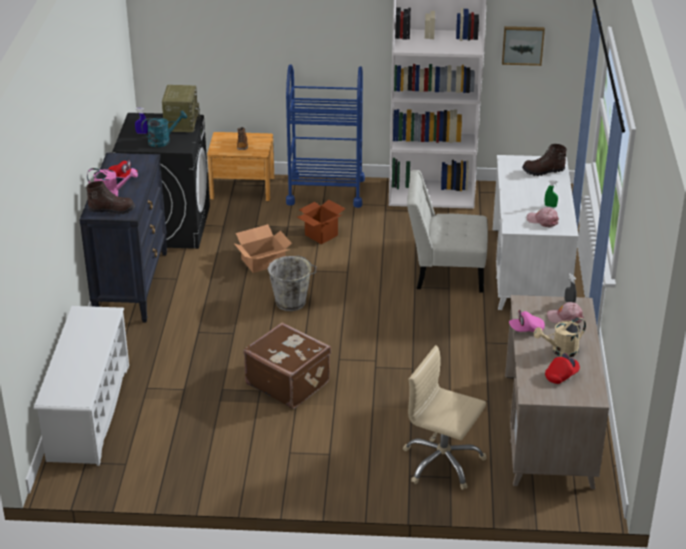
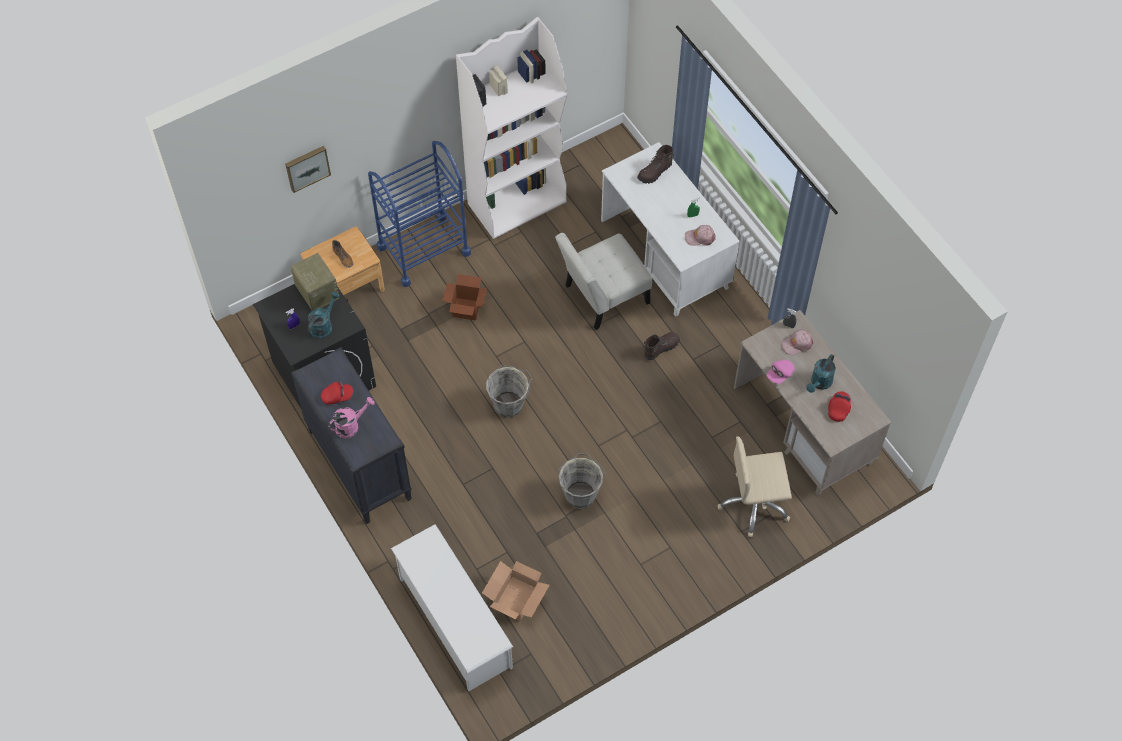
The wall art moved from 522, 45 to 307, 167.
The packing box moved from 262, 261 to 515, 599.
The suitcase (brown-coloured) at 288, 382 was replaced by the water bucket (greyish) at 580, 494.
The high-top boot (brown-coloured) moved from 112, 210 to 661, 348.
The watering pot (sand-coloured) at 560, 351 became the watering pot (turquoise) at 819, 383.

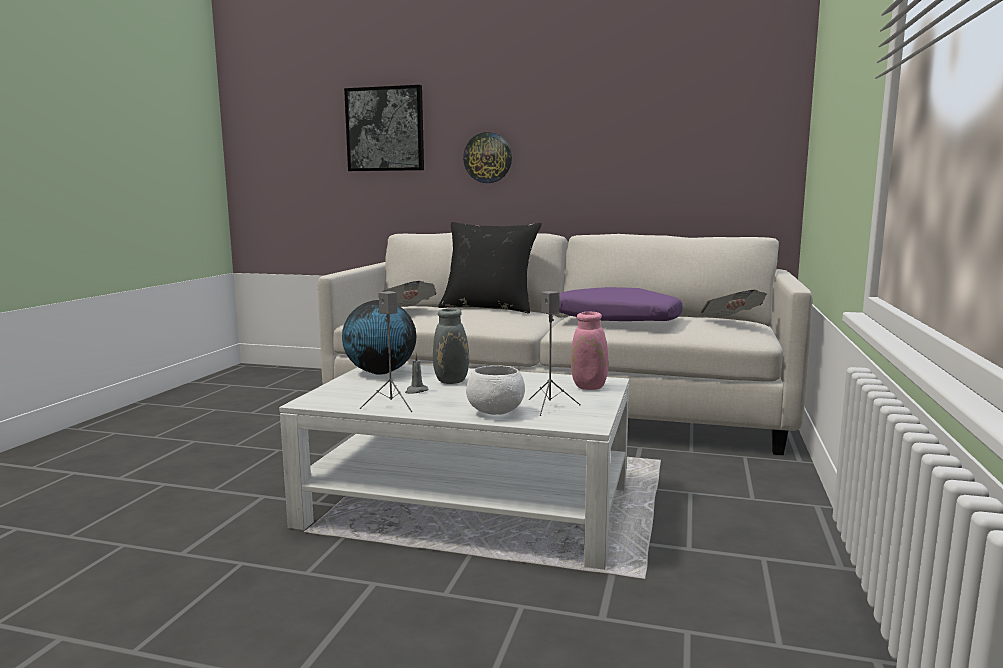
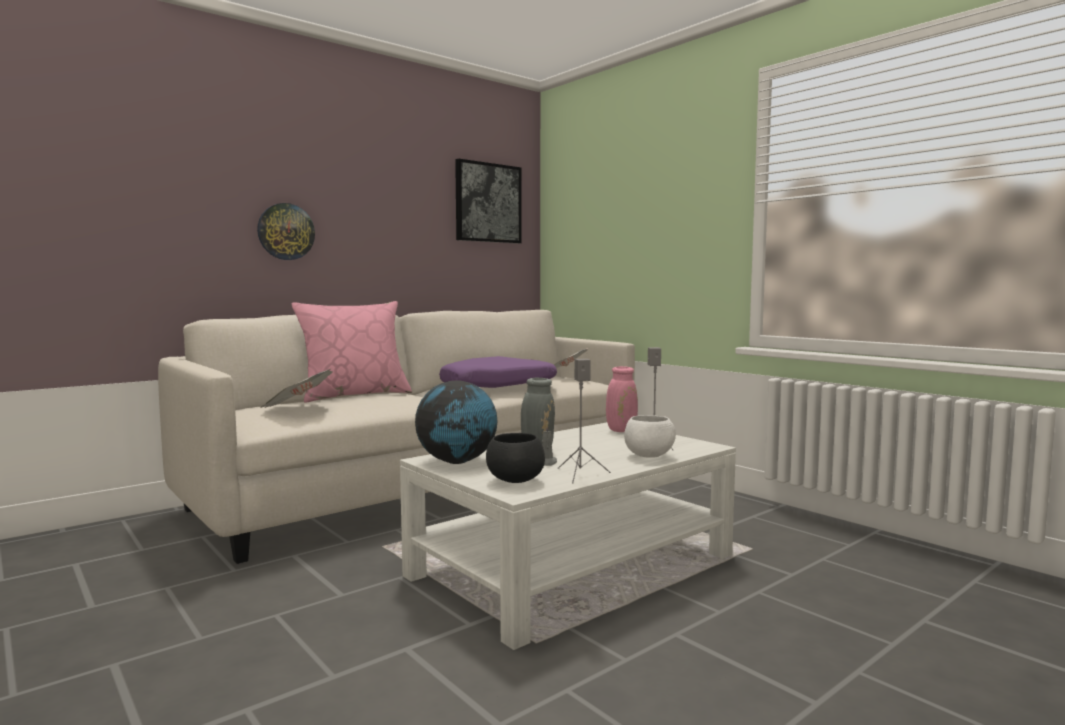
The cushion (black) at 489, 308 became the cushion (pinkish) at 354, 395.
The wall art moved from 385, 129 to 488, 203.
The bowl (black) at 515, 481 appeared.

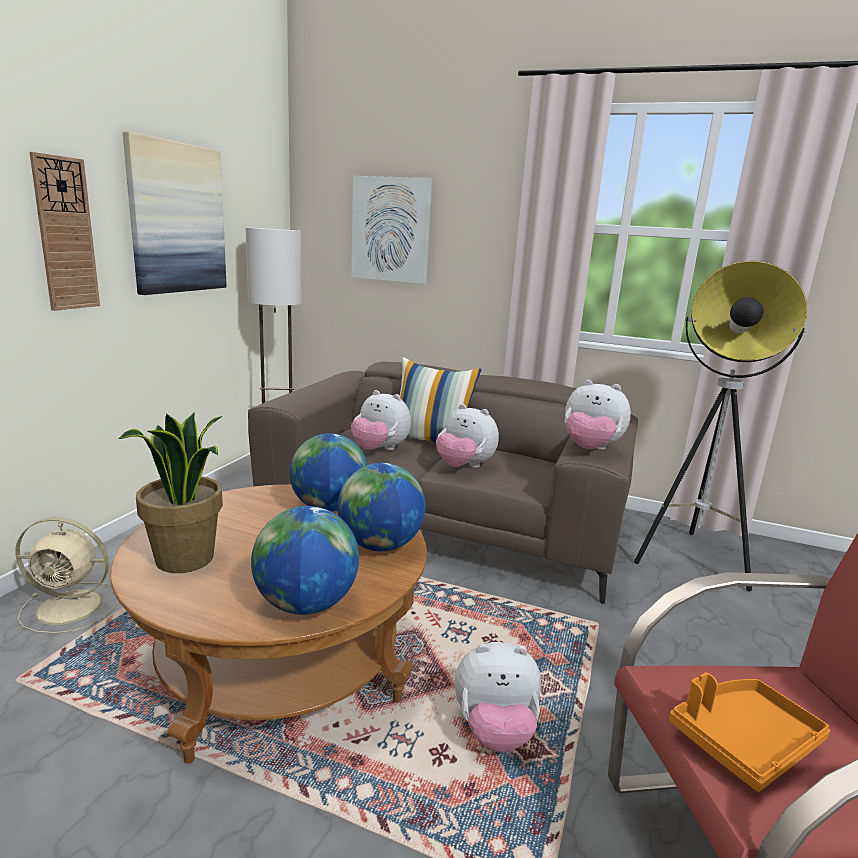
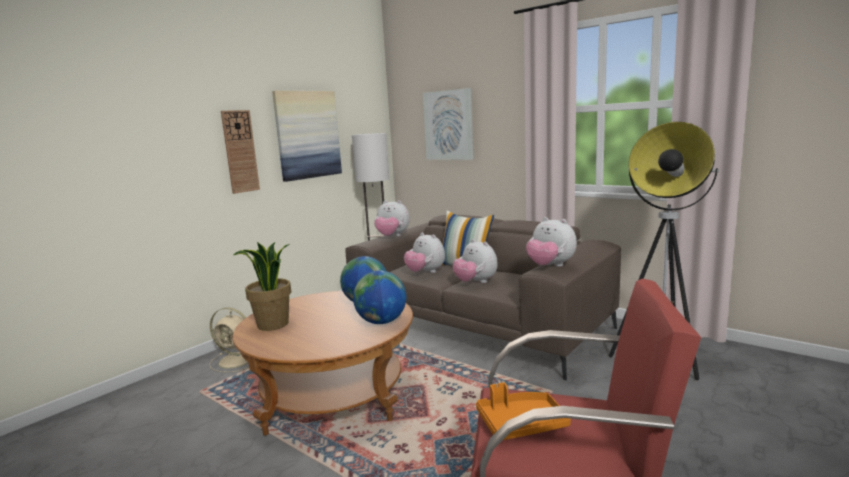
The soft toy moved from 494, 730 to 392, 236.
The desk globe at 306, 604 disappeared.

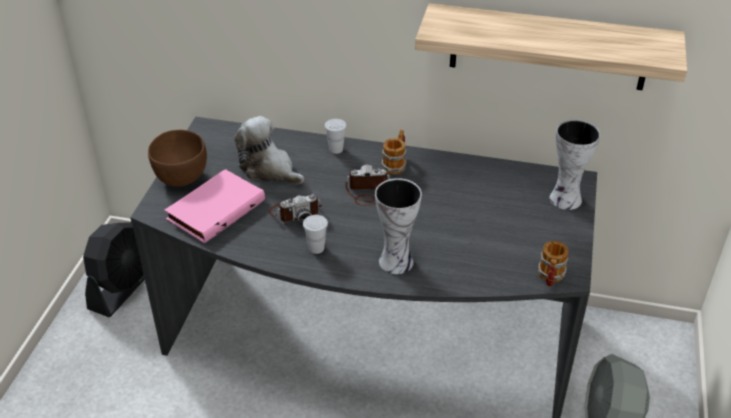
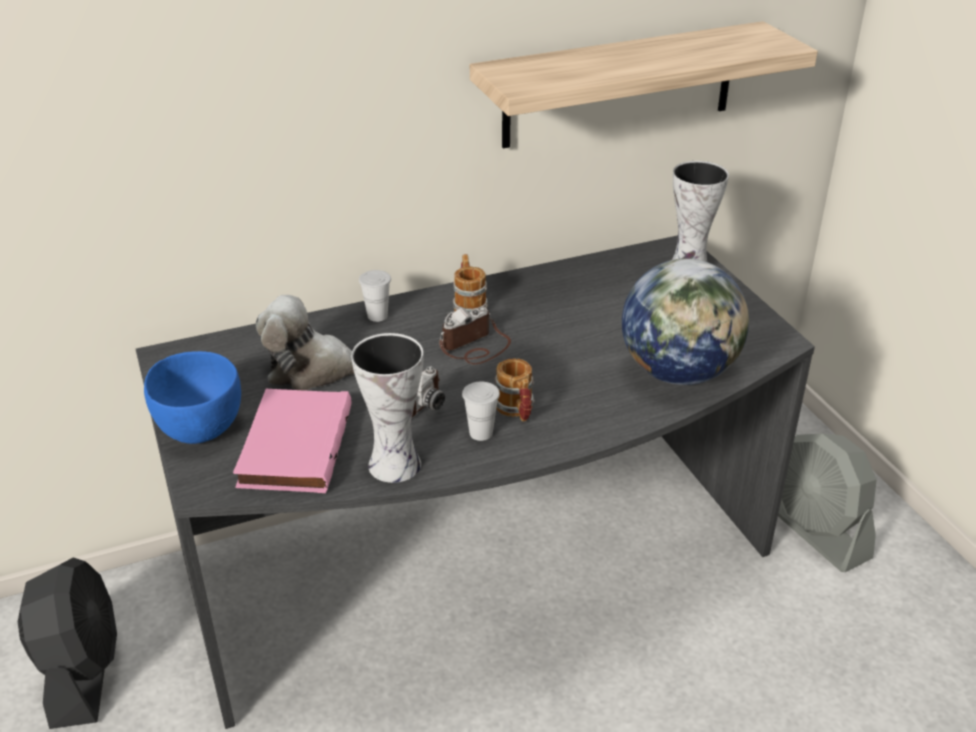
The bowl (brown-coloured) at 181, 177 became the bowl (blue) at 200, 428.
The vase moved from 396, 260 to 393, 463.
The coffee mug moved from 550, 277 to 516, 410.
The desk globe at 678, 372 appeared.

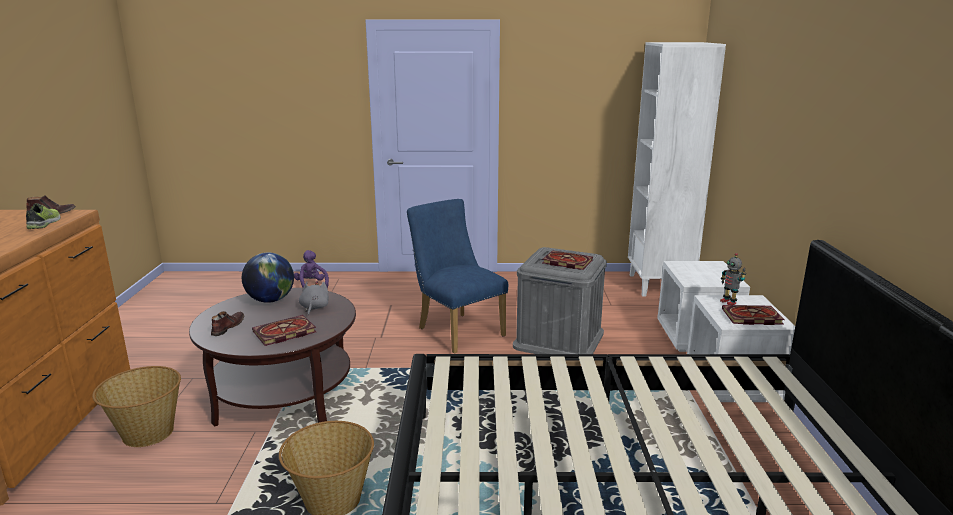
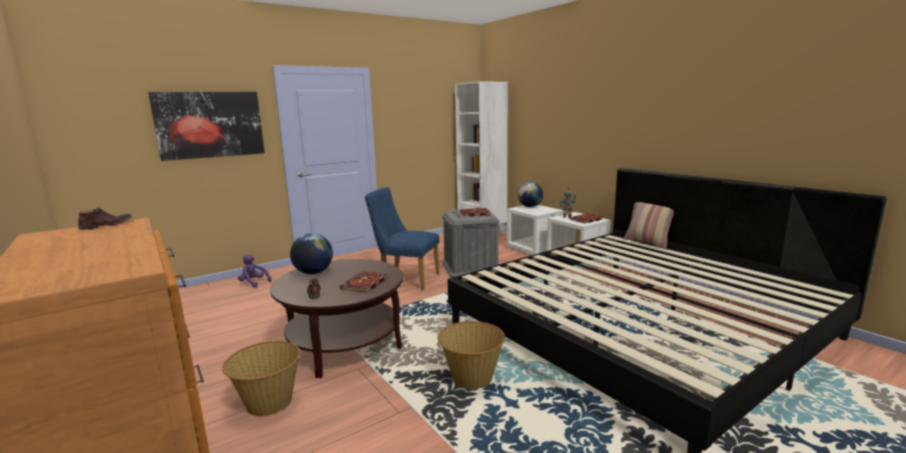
The wall art at 210, 124 appeared.
The desk globe at 530, 206 appeared.
The cushion at 647, 243 appeared.
The item of footwear at 45, 223 disappeared.
The soft toy (greyish) at 314, 308 disappeared.

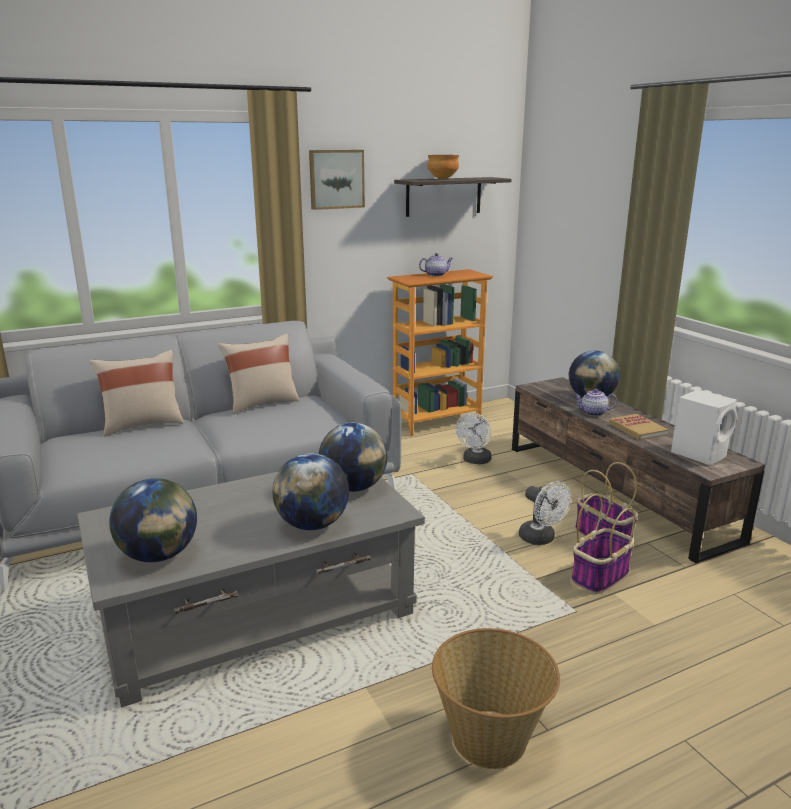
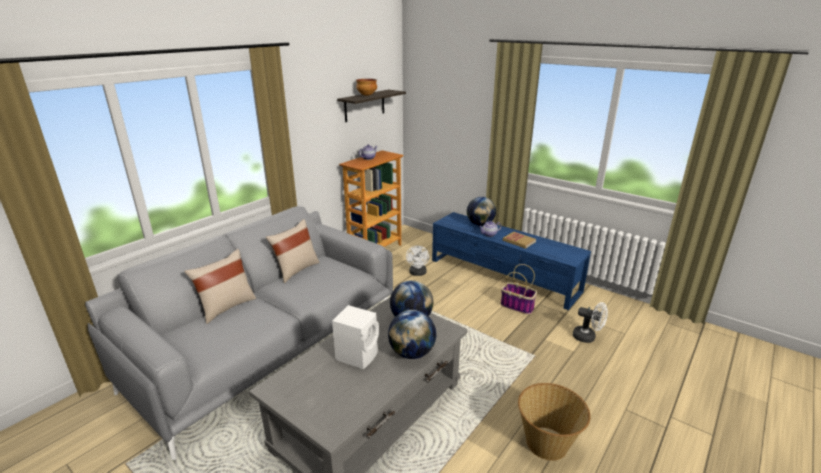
The speaker (white-coloured) moved from 700, 453 to 358, 355.
The tv stand (brown-coloured) at 615, 491 became the tv stand (blue) at 503, 276.
The cooling fan (white-coloured) moved from 541, 539 to 587, 337.
The desk globe at 159, 555 disappeared.
The wall art at 336, 179 disappeared.
The basket at 600, 576 disappeared.

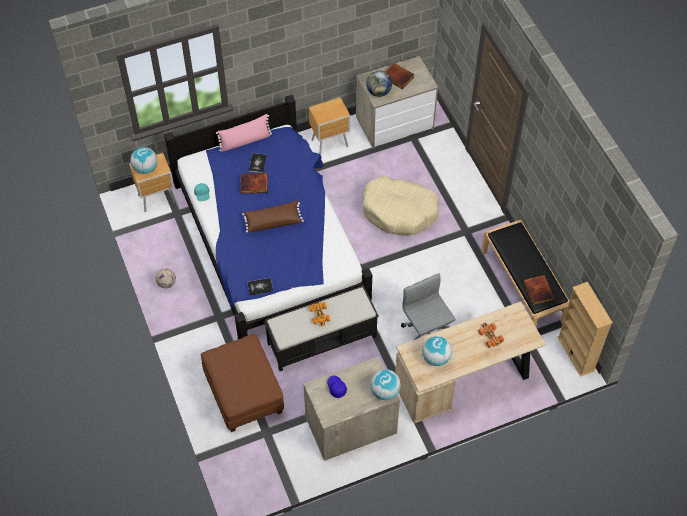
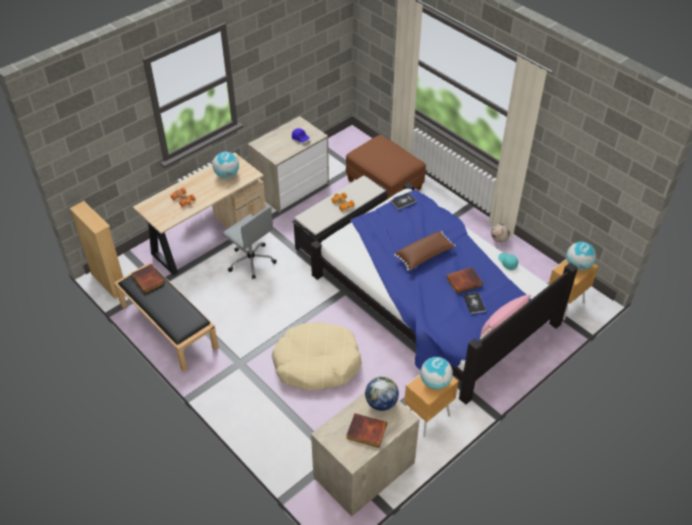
The desk globe moved from 384, 391 to 435, 382.

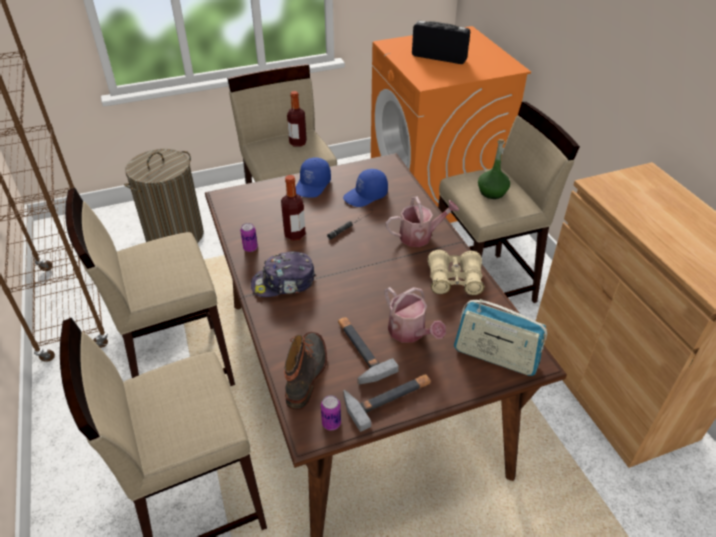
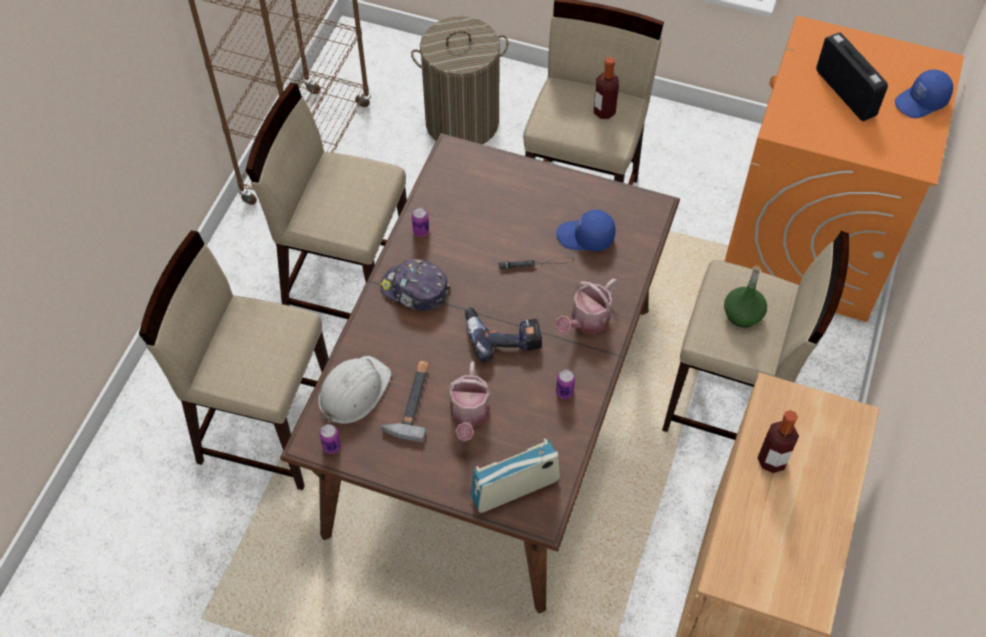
The high-top boot at 307, 373 was replaced by the safety helmet (white-coloured) at 353, 391.
The drill at 503, 336 appeared.
The radio set at 495, 356 turned 90 degrees clockwise.
The watering pot at 420, 236 turned 105 degrees clockwise.
The pair of binoculars (sand-coloured) at 454, 280 was replaced by the can at 564, 392.
The bottle moved from 294, 234 to 772, 460.
The cap (blue) moved from 313, 185 to 921, 102.
The tool hammer at 388, 397 disappeared.

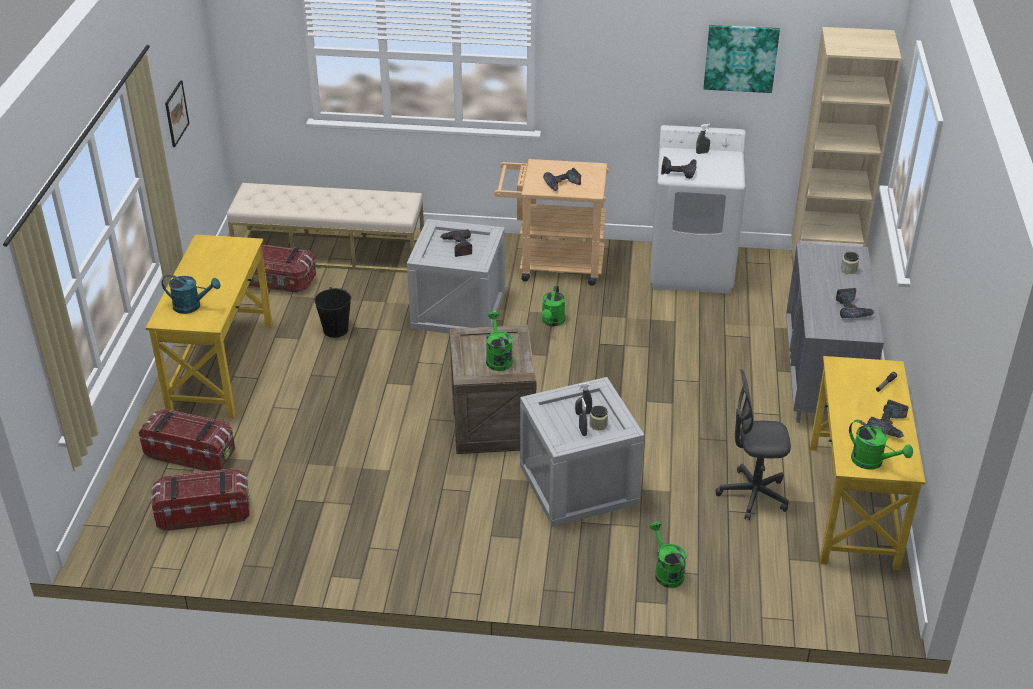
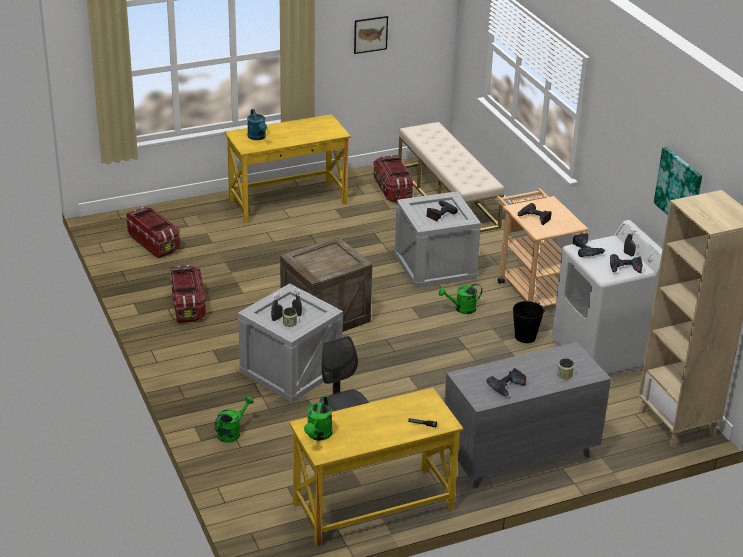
The storage bin moved from 191, 454 to 188, 305.
The water bucket (black) moved from 335, 330 to 525, 336.
The drill moved from 890, 425 to 624, 269.
The watering pot (green-coloured) at 498, 358 disappeared.

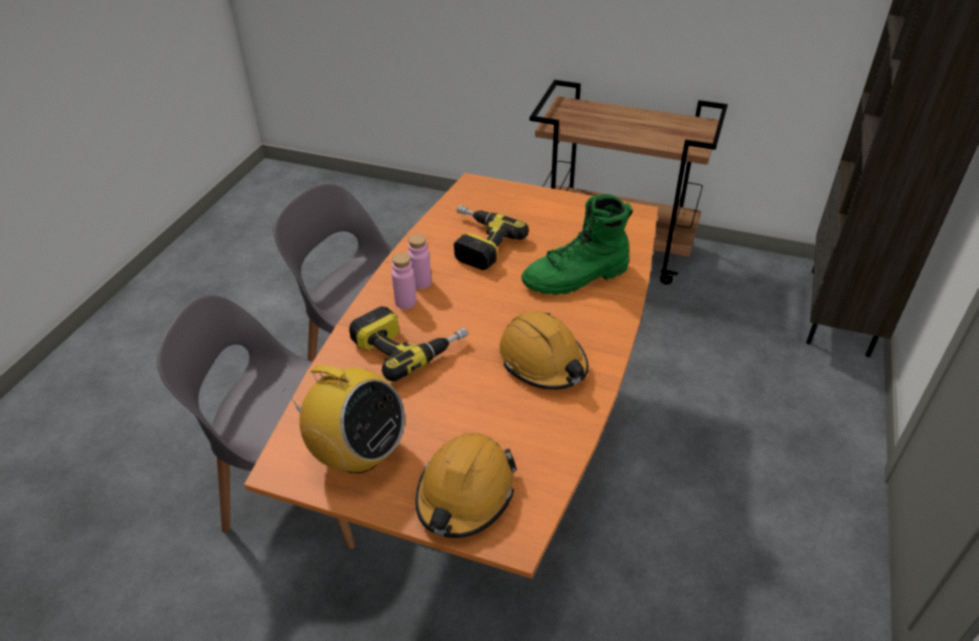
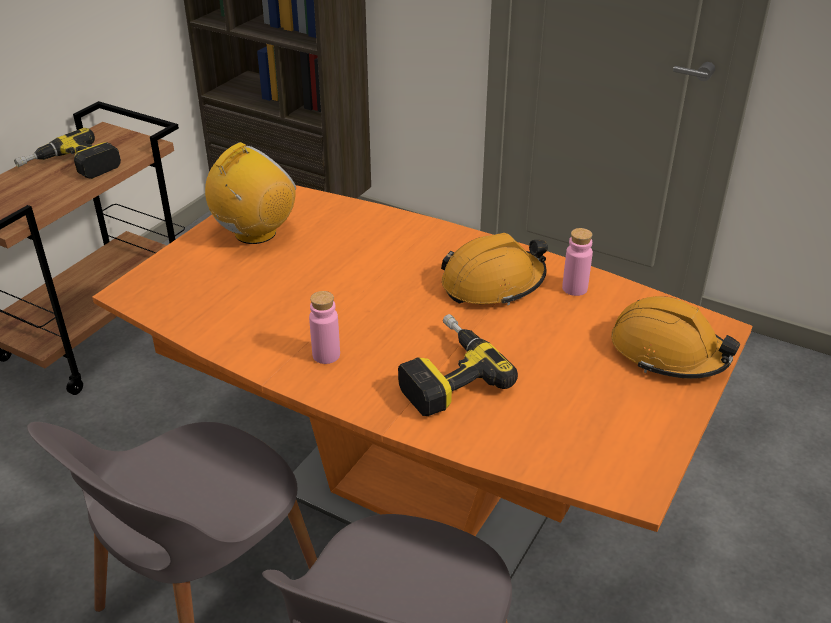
The drill moved from 477, 243 to 71, 168.
The radio set moved from 358, 454 to 255, 233.
The bottle (pinkish) moved from 405, 302 to 574, 288.
The high-top boot (green-coloured) at 576, 278 disappeared.

